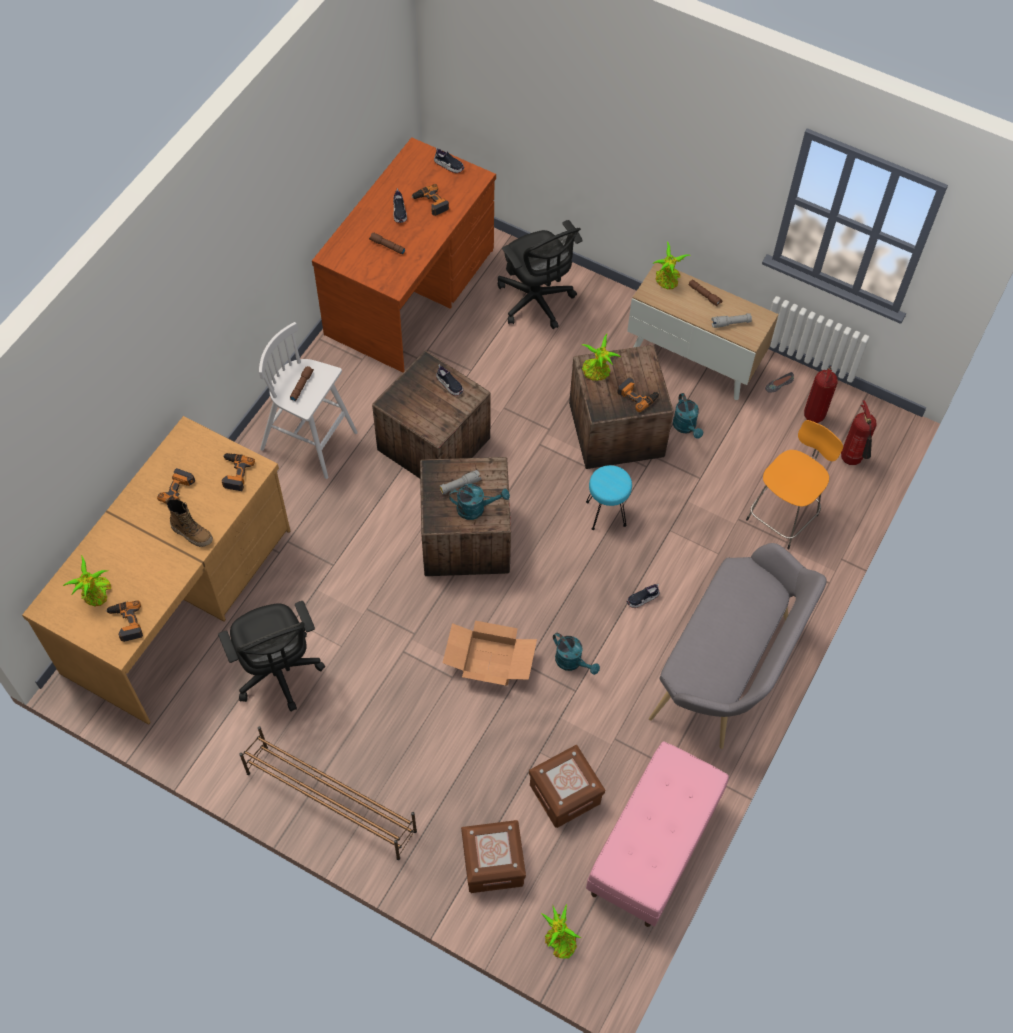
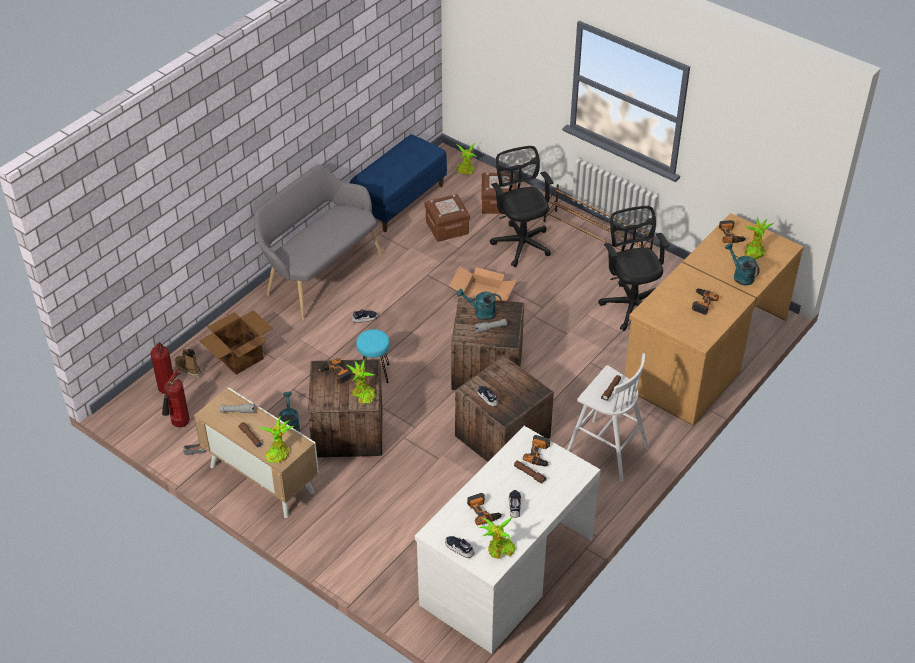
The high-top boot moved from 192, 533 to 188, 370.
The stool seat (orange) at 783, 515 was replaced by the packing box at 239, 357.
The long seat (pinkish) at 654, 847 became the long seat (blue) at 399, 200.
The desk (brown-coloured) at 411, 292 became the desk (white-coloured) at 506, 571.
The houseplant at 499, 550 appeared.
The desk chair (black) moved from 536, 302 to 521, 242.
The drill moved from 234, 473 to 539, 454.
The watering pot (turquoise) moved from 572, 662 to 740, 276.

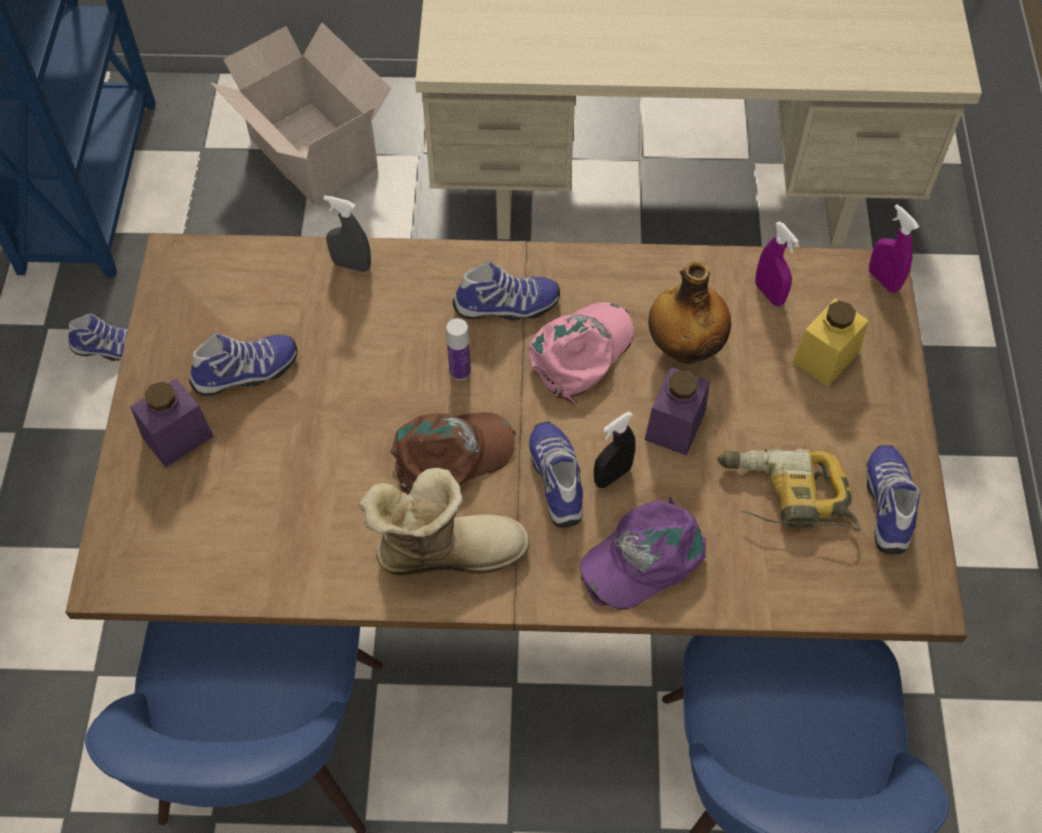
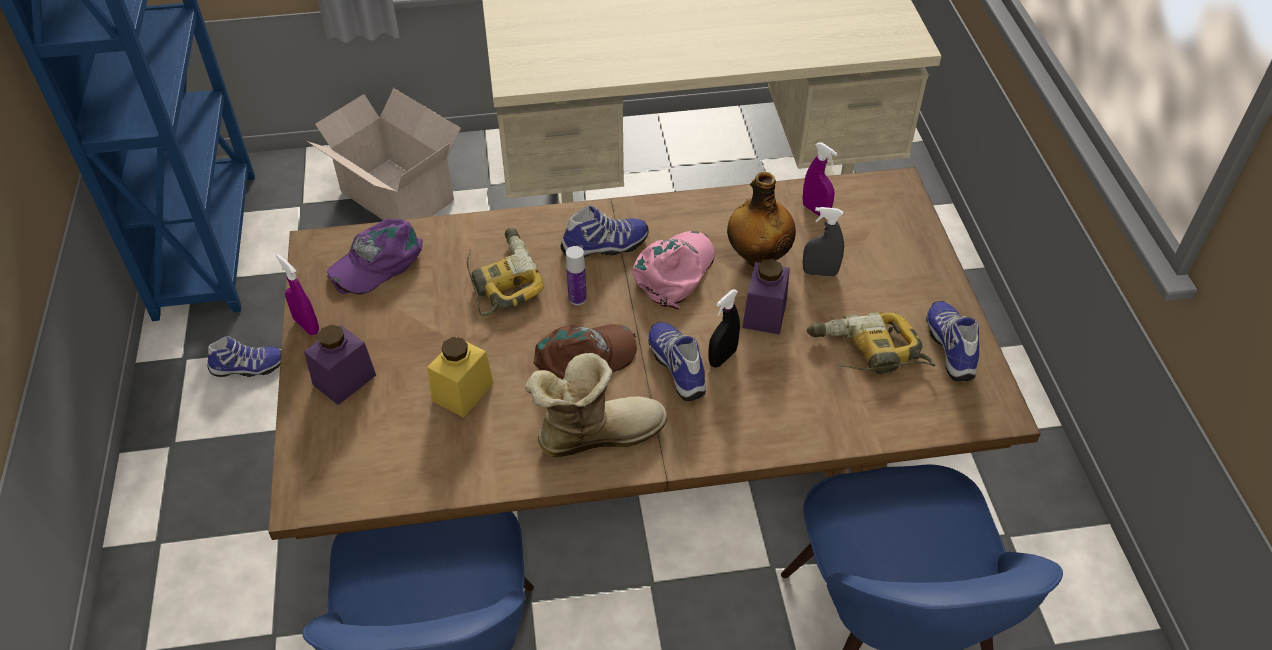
The hand sprayer (purplish) moved from 883, 280 to 307, 326.
The cap (purplish) moved from 643, 557 to 378, 261.
The jar (yellow-coloured) moved from 825, 357 to 462, 392.
The drill at 501, 278 appeared.
The hand sprayer (greyish) moved from 351, 265 to 820, 272.
The item of footwear at 246, 373 disappeared.

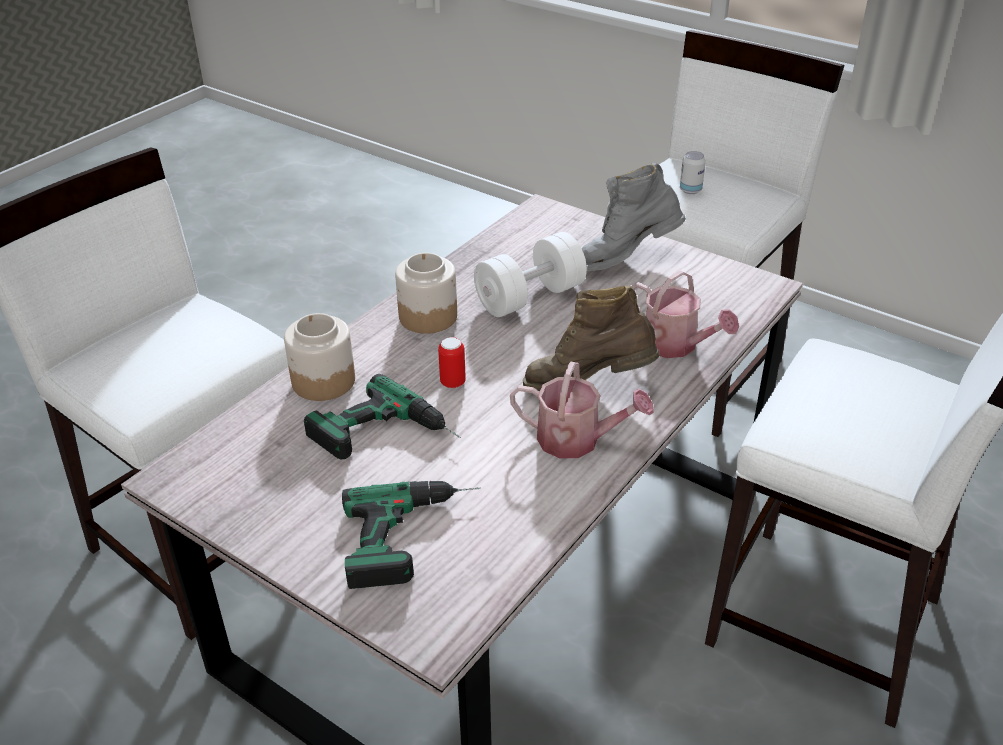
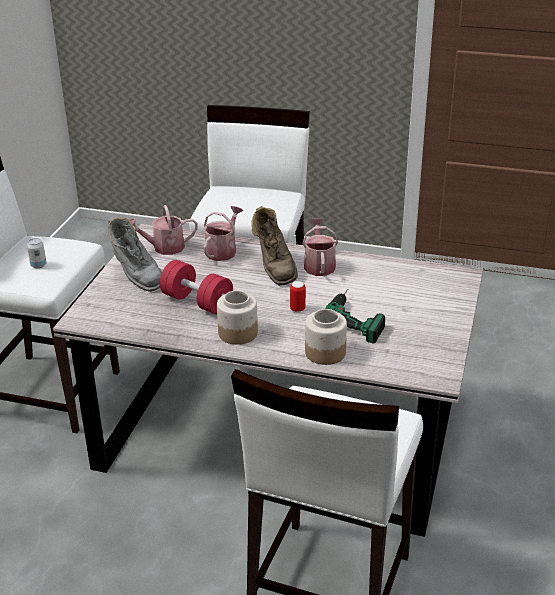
The watering pot at 164, 248 appeared.
The hand weight (white-coloured) at 530, 297 became the hand weight (red) at 197, 302.
The drill at 415, 536 disappeared.

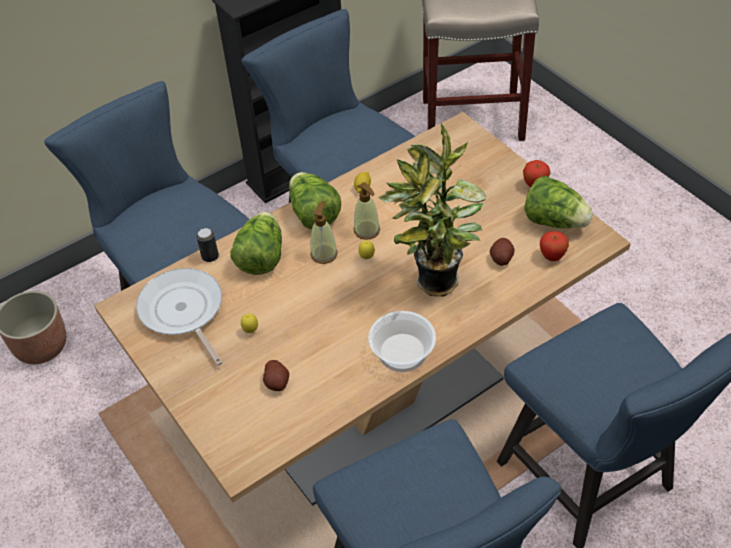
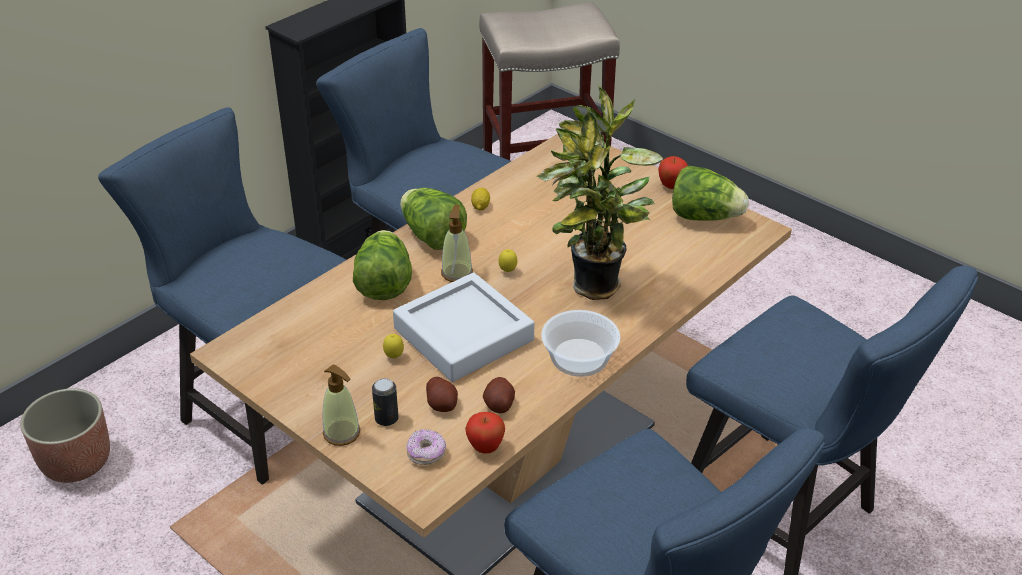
The soap dispenser moved from 367, 230 to 342, 433.
The can moved from 210, 256 to 386, 418.
The tray (greyish) at 463, 334 appeared.
The ring doughnut at 426, 454 appeared.
The whole apple moved from 552, 257 to 485, 448.
The potato moved from 501, 258 to 499, 404.
The skillet at 183, 312 disappeared.

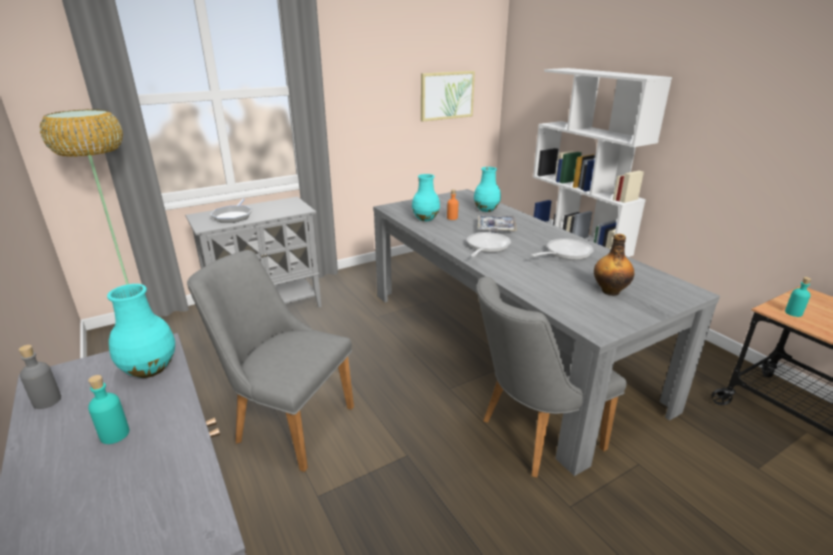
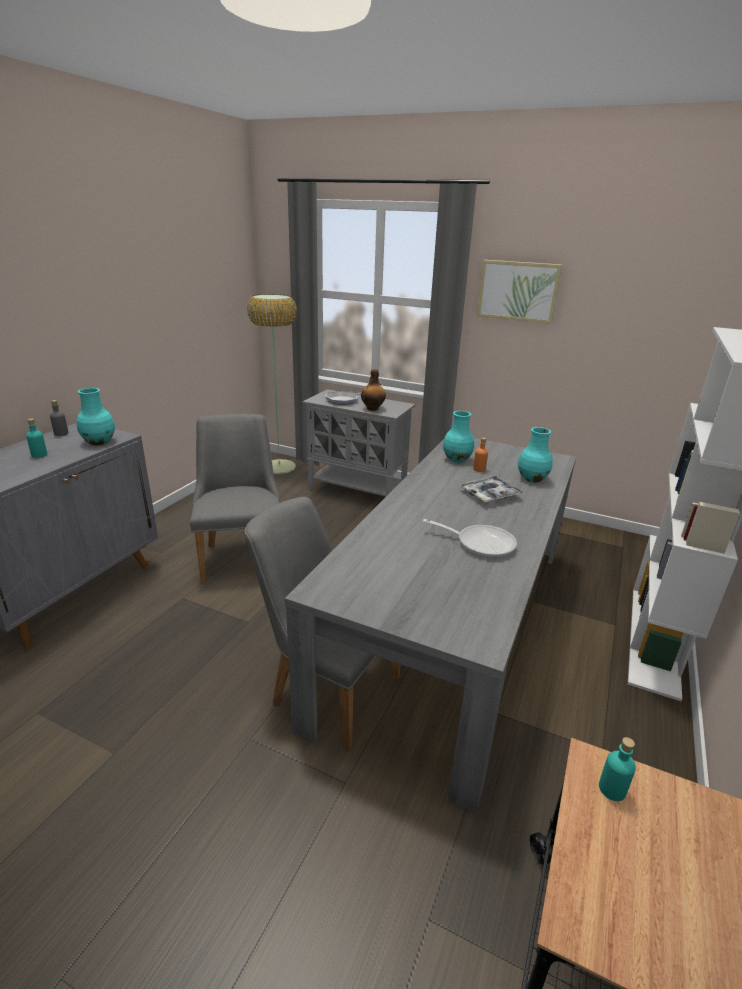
The bottle moved from 610, 291 to 373, 409.
The wall art moved from 446, 95 to 518, 291.
The skillet at 486, 247 disappeared.

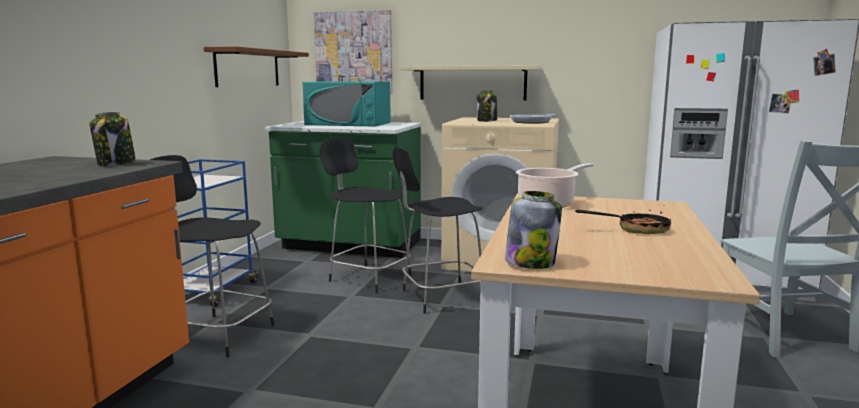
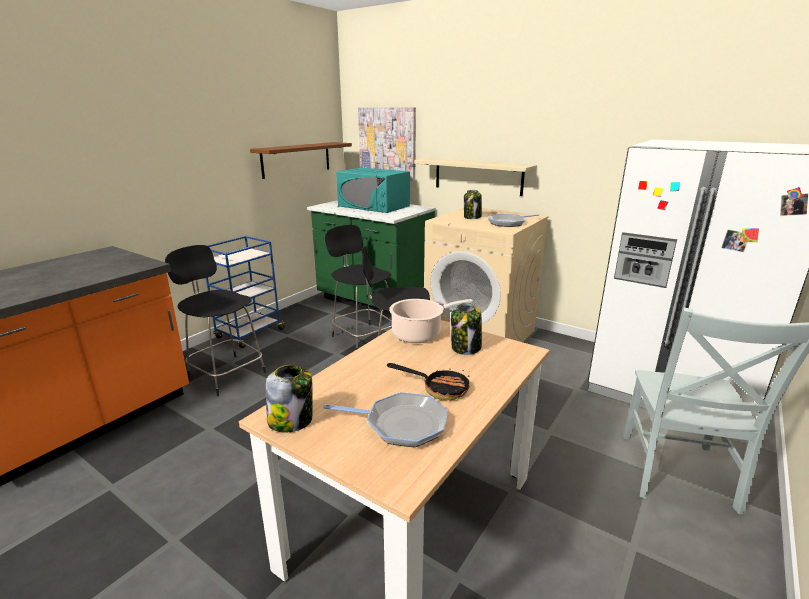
The skillet at 401, 424 appeared.
The jar moved from 116, 164 to 466, 347.

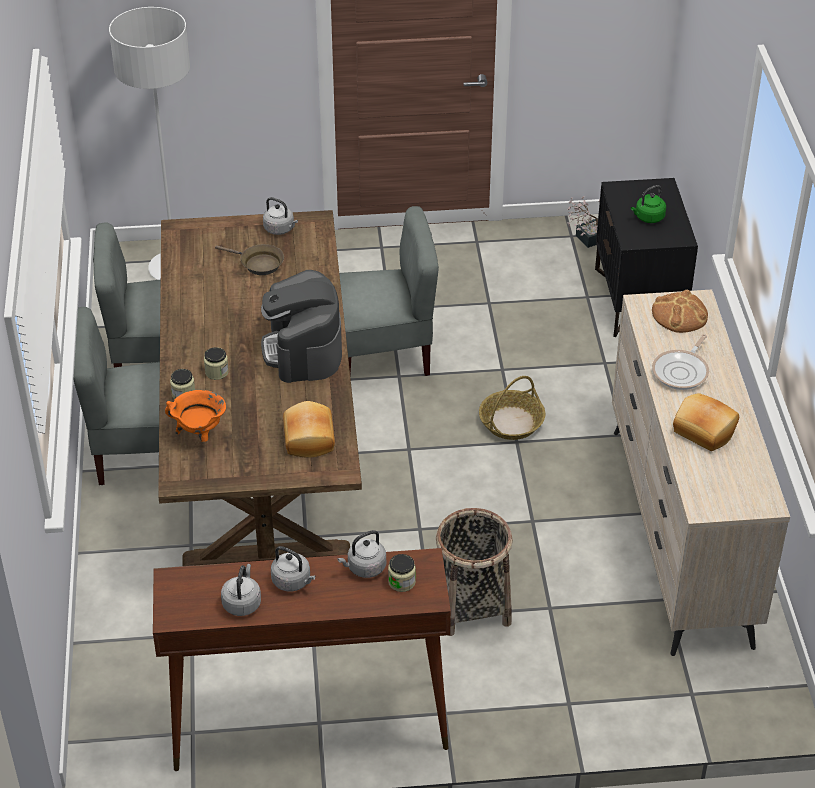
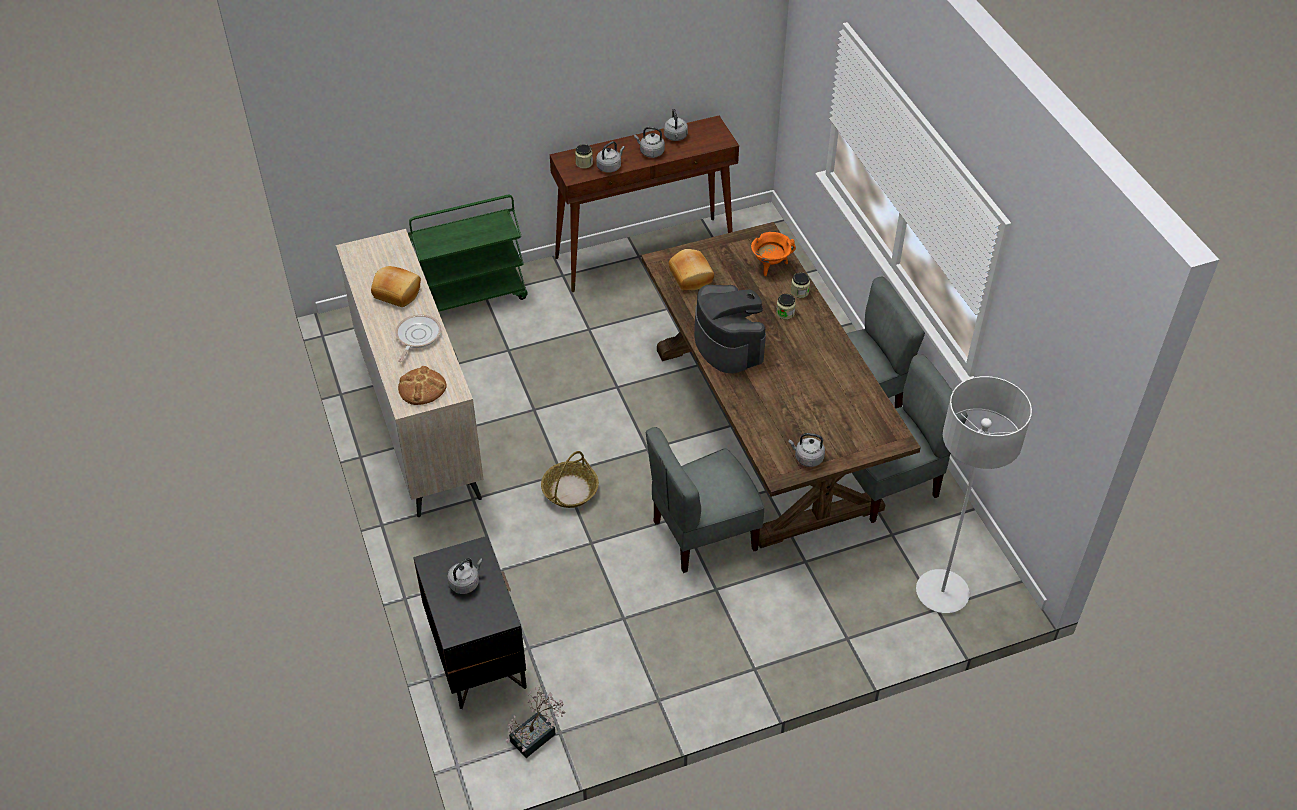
The cart (green-coloured) at 472, 296 appeared.
The water kettle (green-coloured) at 648, 218 became the water kettle (greyish) at 465, 583.
The skillet (brown-coloured) at 258, 264 disappeared.
The basket at 471, 605 disappeared.

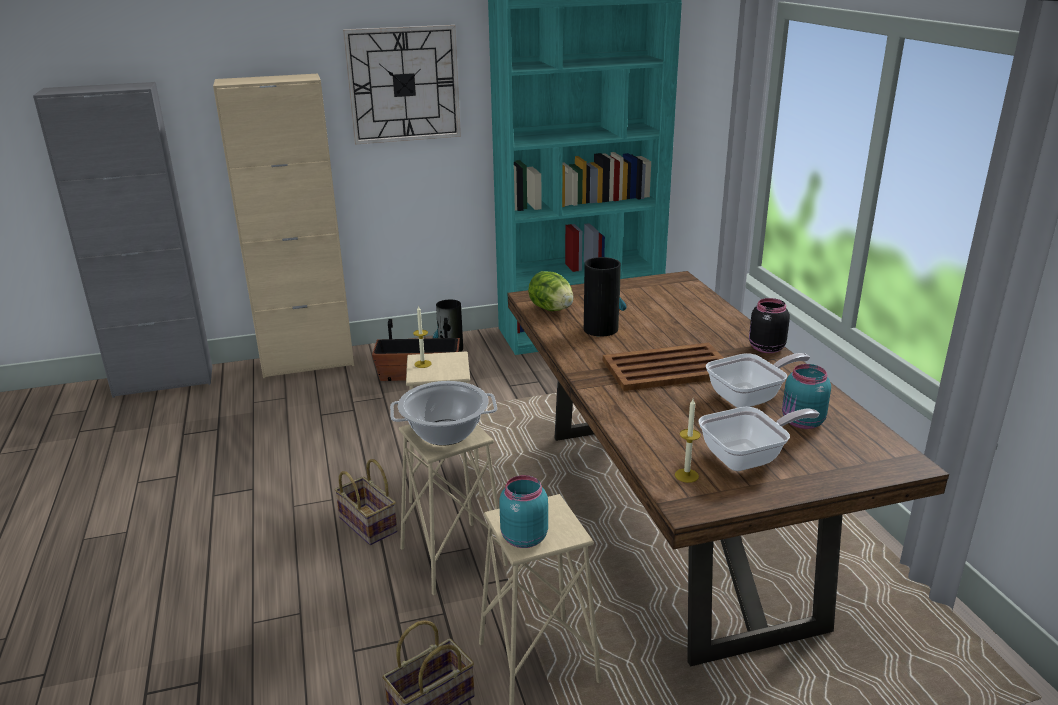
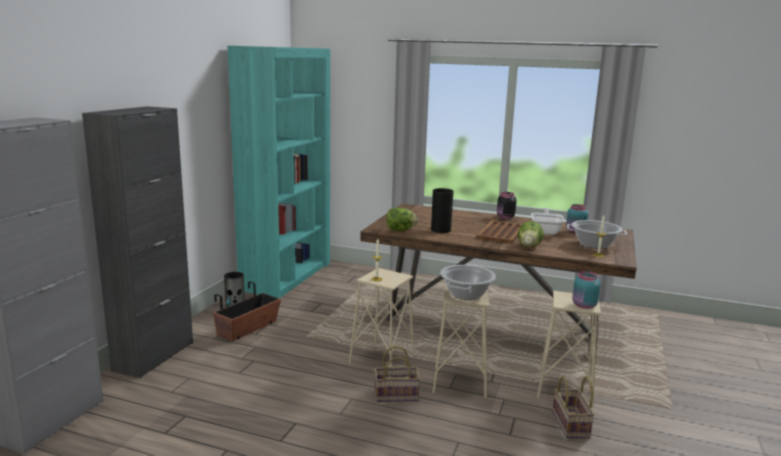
The cabinet (sand-coloured) at 308, 363 became the cabinet (black) at 154, 356.
The lettuce head at 529, 246 appeared.
The skillet at 748, 457 was replaced by the saucepot at 594, 245.
The hanging clock at 403, 84 disappeared.

